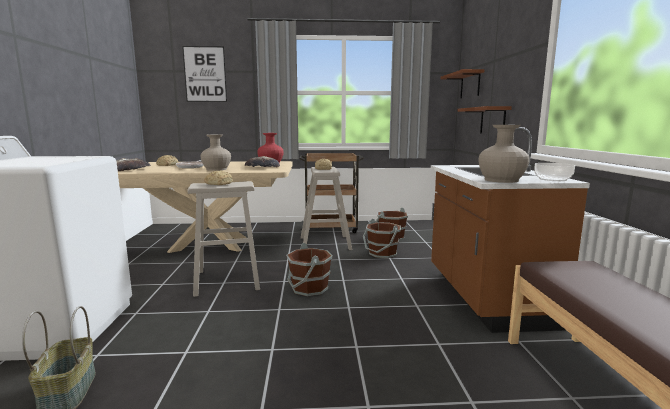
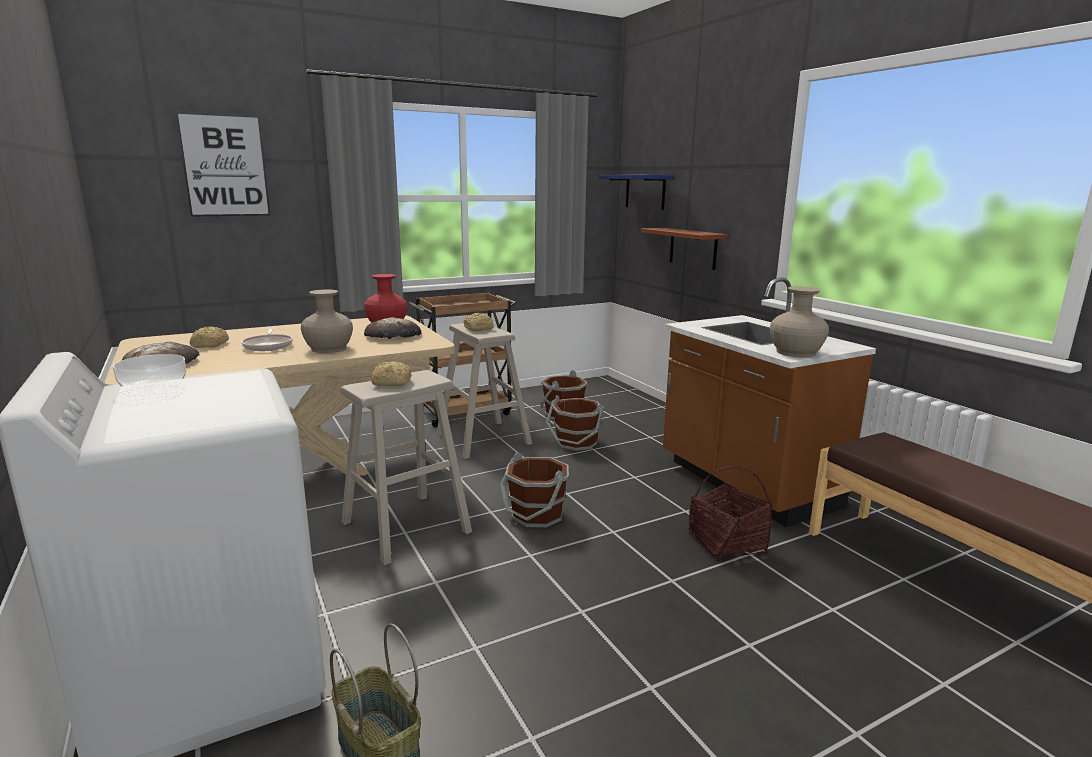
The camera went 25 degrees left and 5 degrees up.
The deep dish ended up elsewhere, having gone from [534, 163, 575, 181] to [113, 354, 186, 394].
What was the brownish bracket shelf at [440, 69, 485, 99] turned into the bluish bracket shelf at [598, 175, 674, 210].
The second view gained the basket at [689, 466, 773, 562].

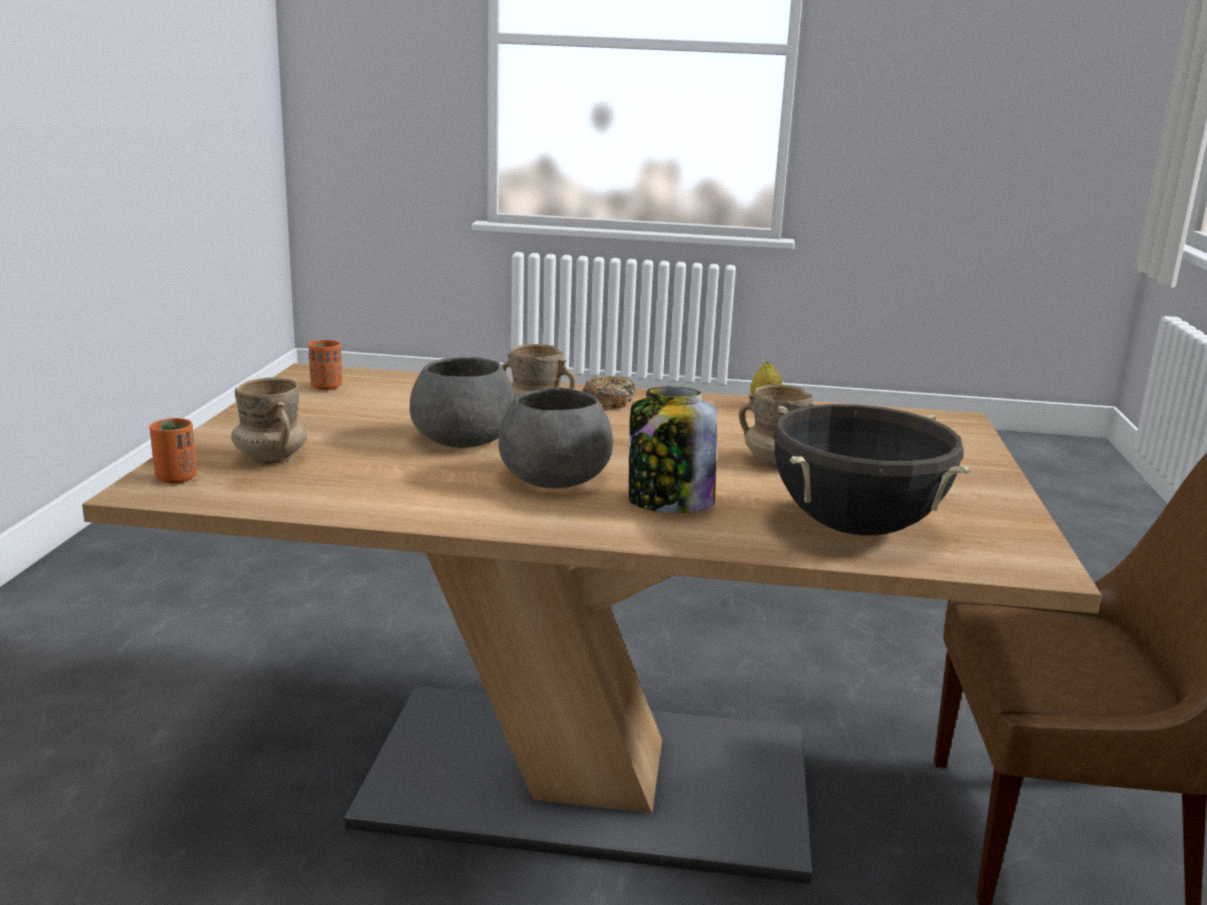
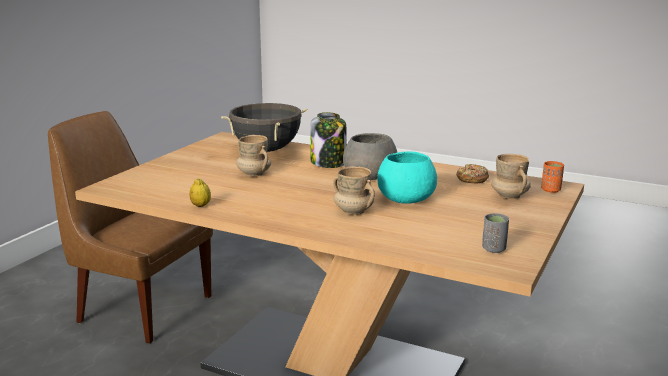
The camera went 160 degrees left and 0 degrees up.
What was the greyish deep dish at [410, 357, 515, 448] turned into the turquoise deep dish at [377, 151, 437, 204].
The ring doughnut ended up elsewhere, having gone from [582, 376, 635, 409] to [456, 164, 489, 184].
What was the orange-coloured small cup at [308, 340, 342, 390] turned into the greyish small cup at [482, 213, 509, 253].

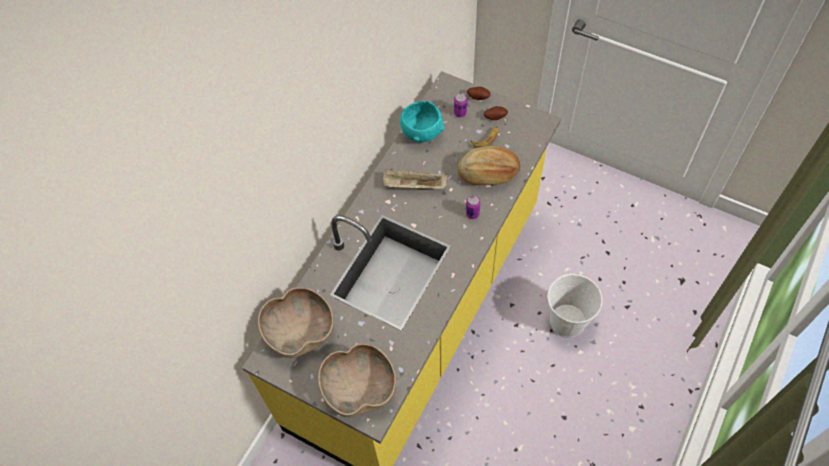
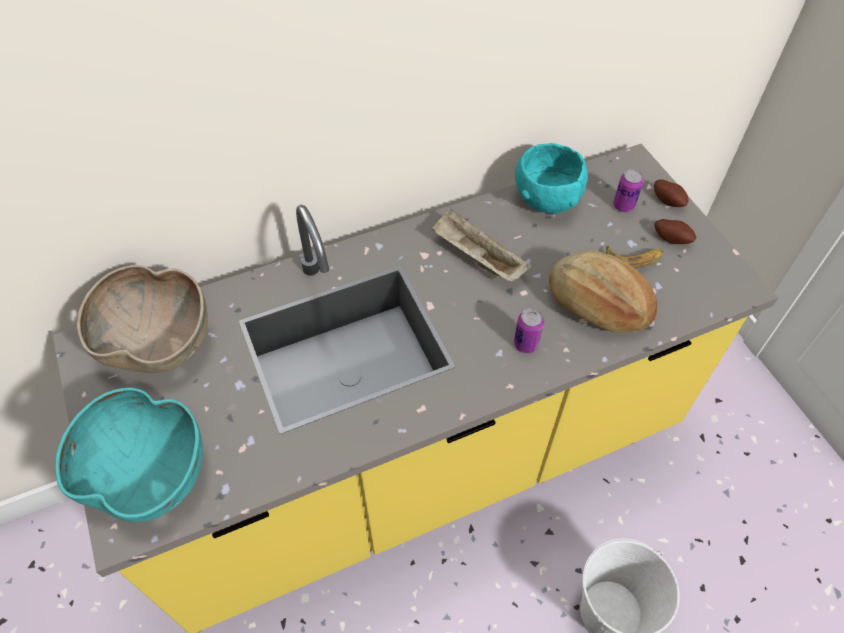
The camera went 35 degrees right and 5 degrees down.
What was the brownish deep dish at [318, 343, 396, 418] turned into the turquoise deep dish at [55, 388, 203, 522].

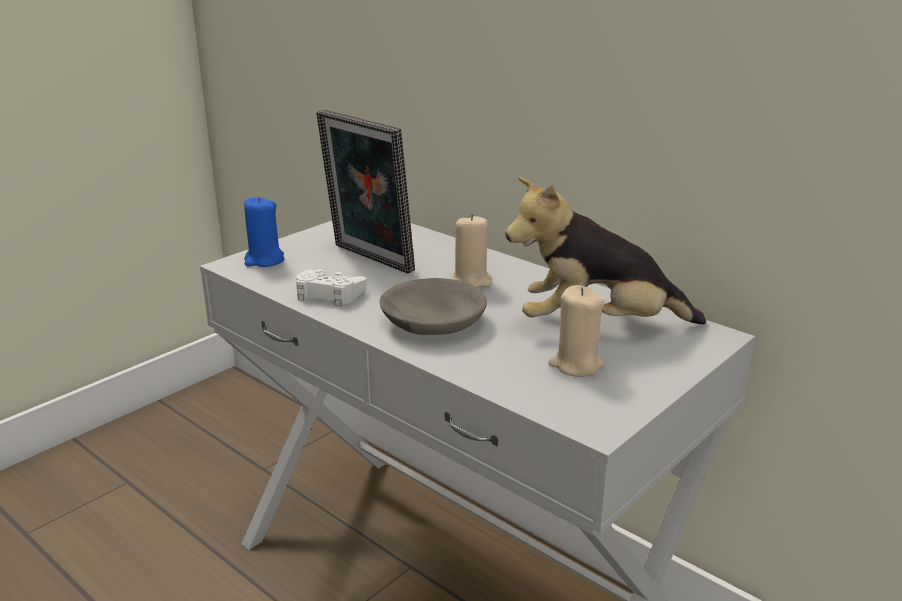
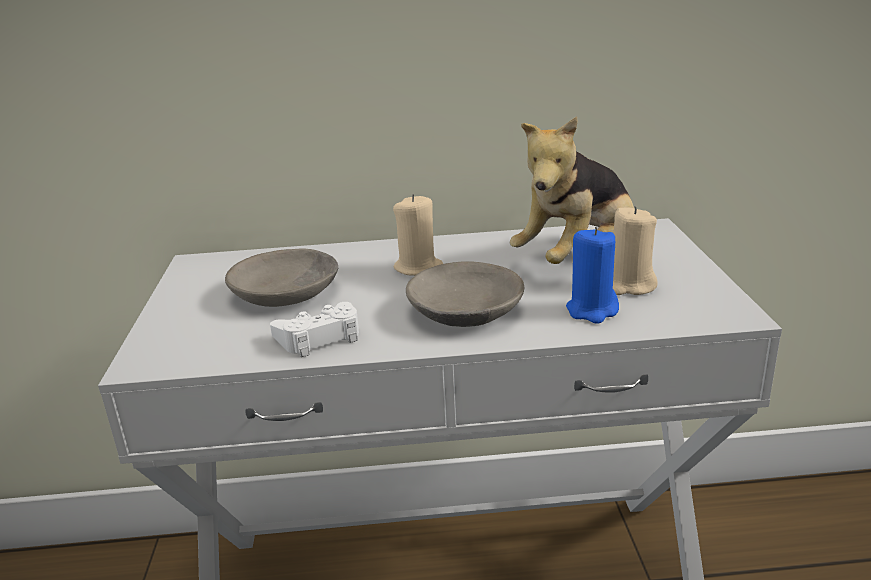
The camera went 45 degrees left and 0 degrees up.
Where the standing frame stood at [316, 110, 415, 273], the greyish deep dish came to stand at [225, 248, 338, 307].
The bluish wax light ended up elsewhere, having gone from [244, 196, 284, 267] to [566, 227, 619, 324].

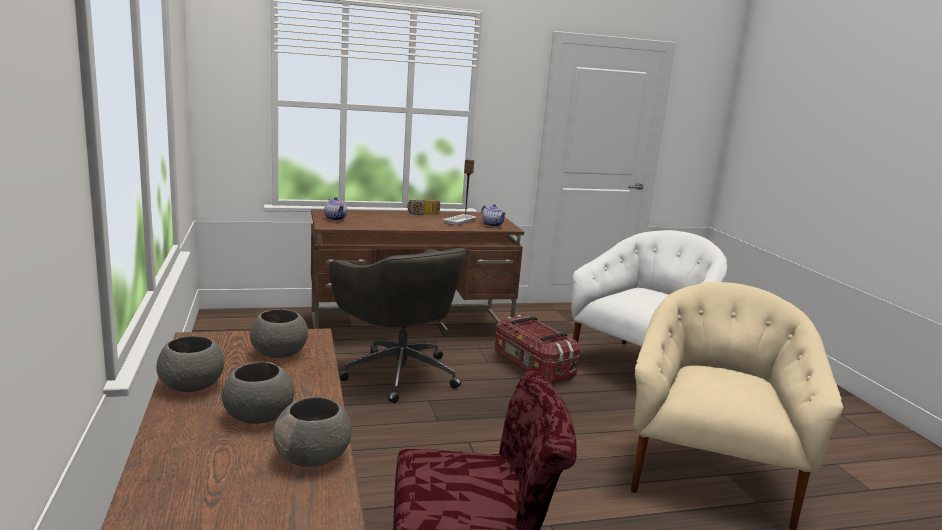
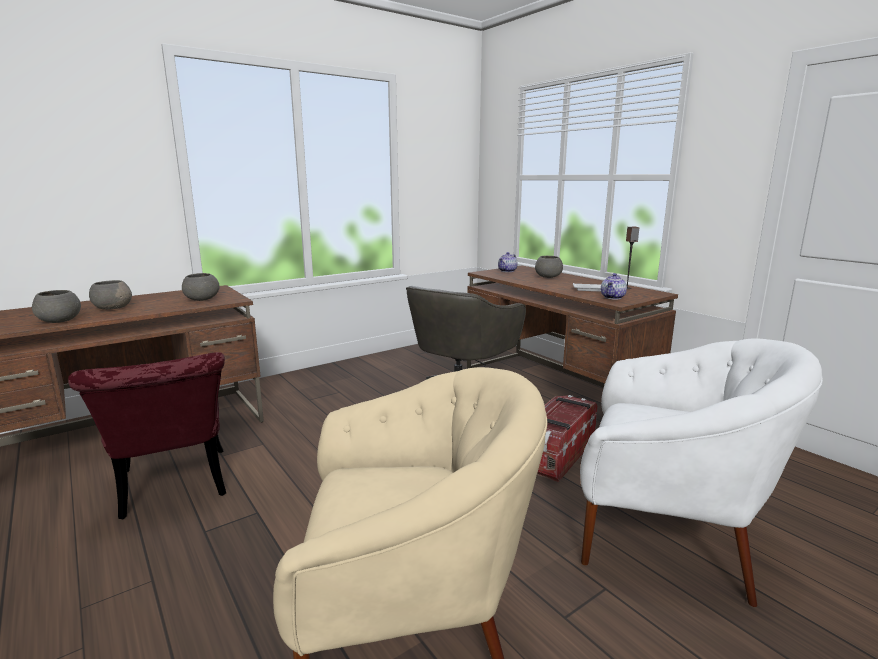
The camera went 70 degrees right and 0 degrees up.
The greyish deep dish ended up elsewhere, having gone from [156, 336, 224, 392] to [535, 256, 563, 278].
The second view lost the radio set at [407, 199, 440, 215].

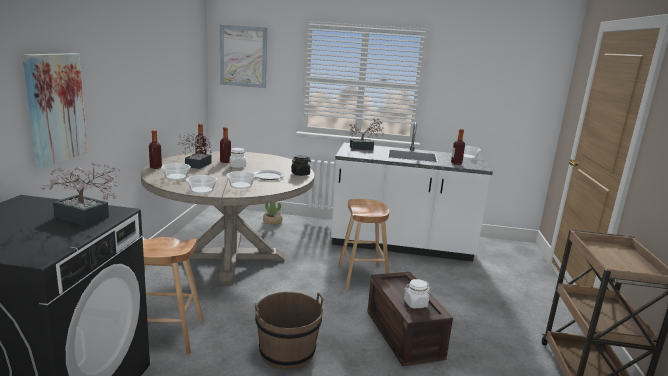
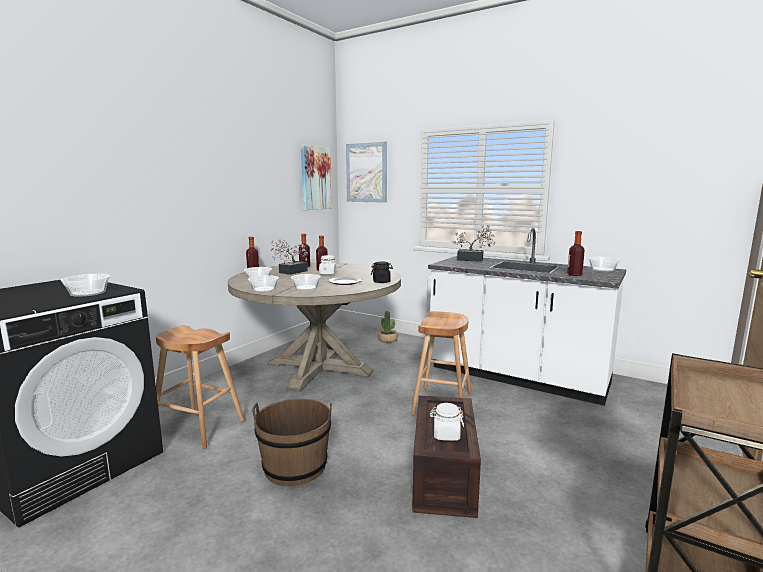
The camera went 25 degrees right and 5 degrees down.
Where the houseplant stood at [41, 162, 121, 226], the deep dish came to stand at [61, 273, 110, 297].
The wall picture ended up elsewhere, having gone from [22, 53, 88, 168] to [301, 144, 332, 210].

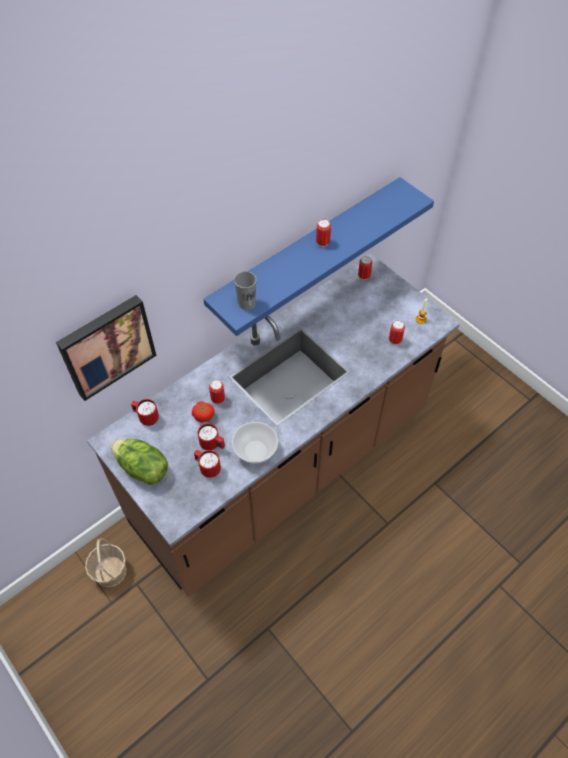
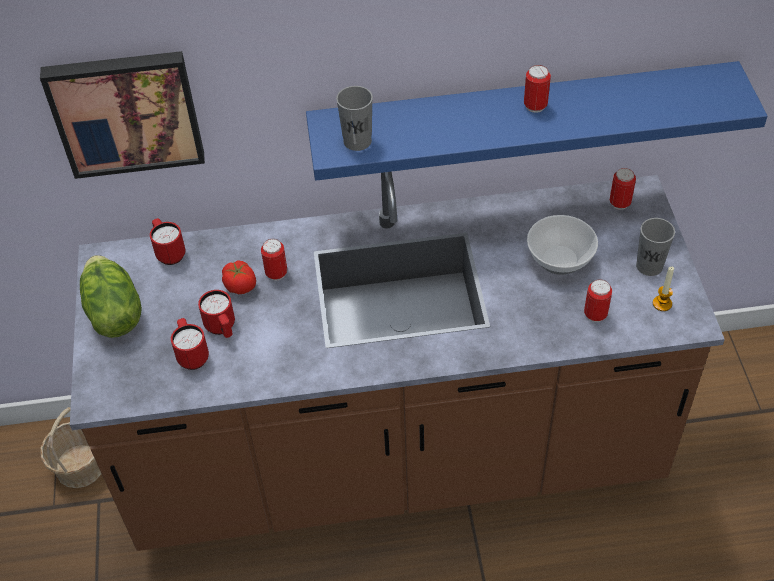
The camera went 35 degrees right and 5 degrees down.
The deep dish ended up elsewhere, having gone from [232, 422, 278, 464] to [527, 215, 598, 275].
The second view gained the greyish small cup at [636, 218, 675, 276].

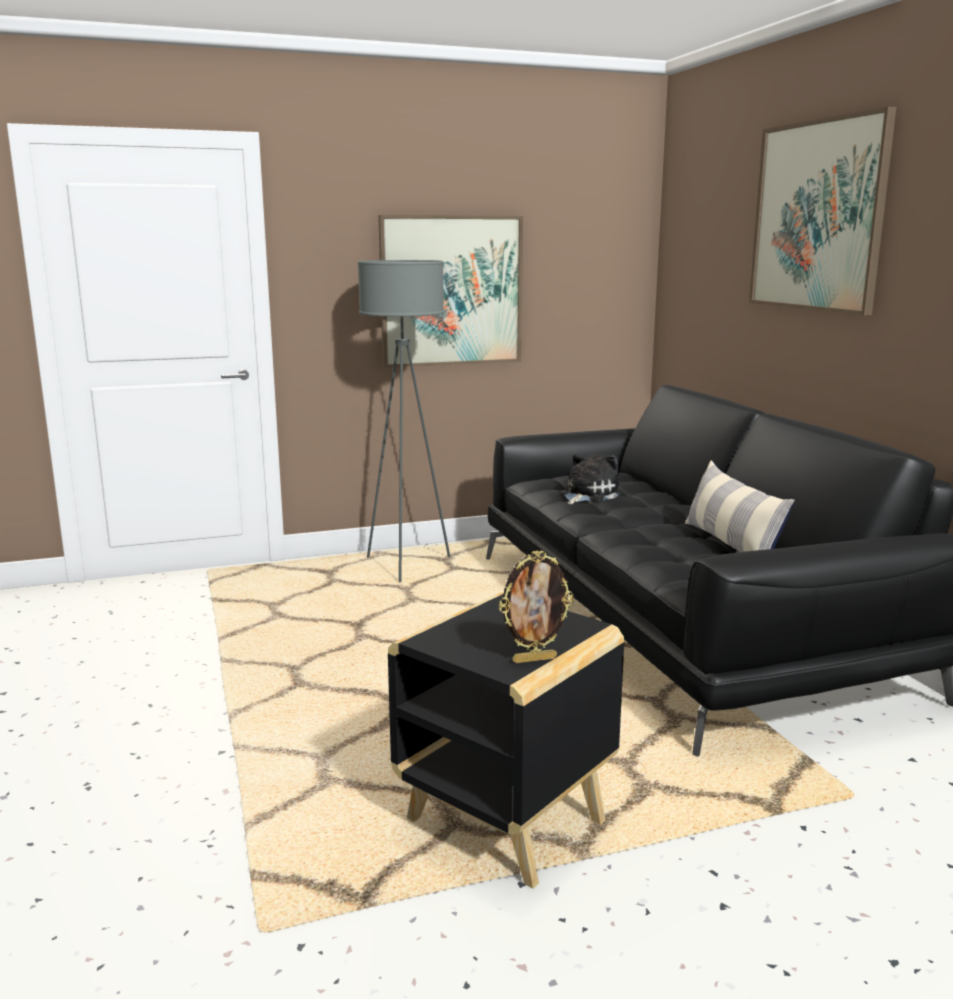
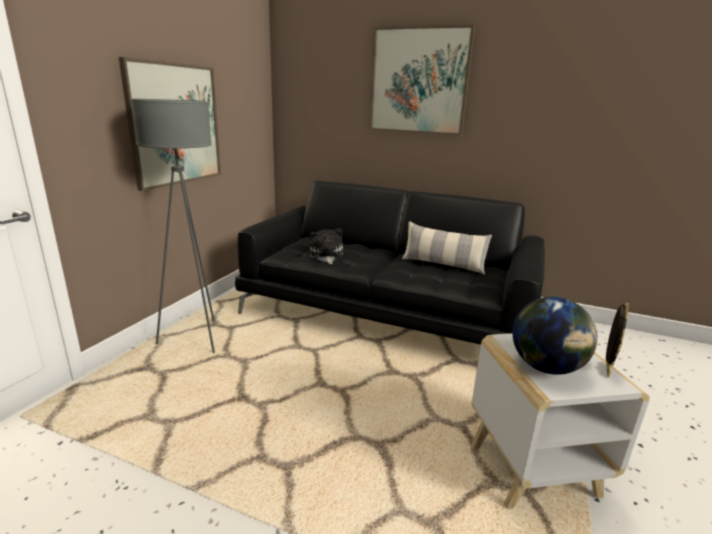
The camera went 50 degrees left and 5 degrees up.
What was the black end table at [388, 592, 624, 889] turned into the whitish end table at [471, 333, 650, 509].
The second view gained the desk globe at [512, 297, 597, 375].

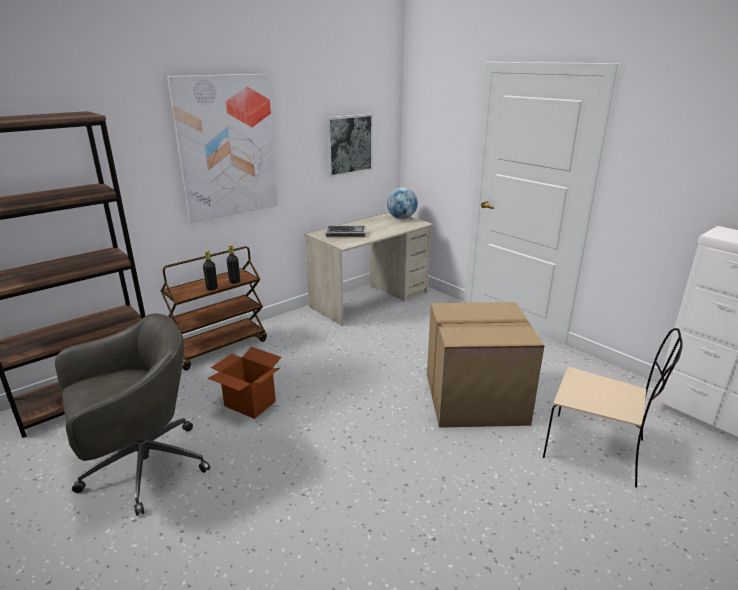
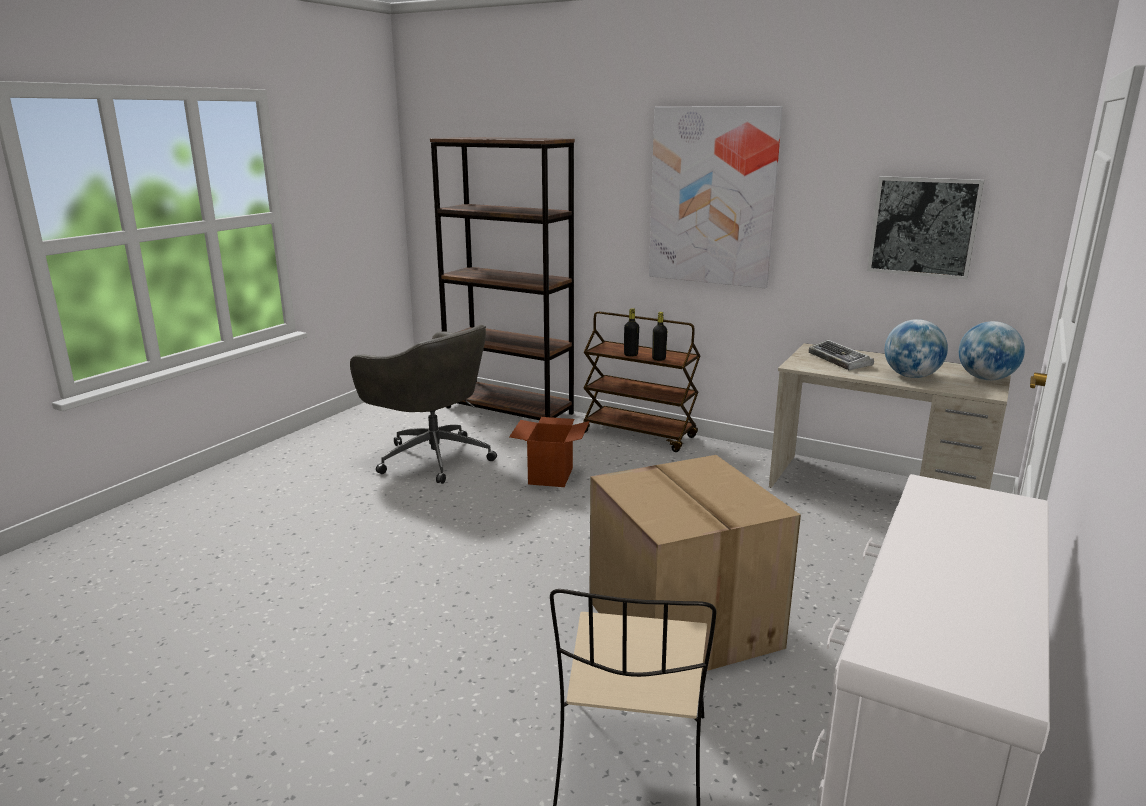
The camera went 70 degrees right and 5 degrees down.
The second view gained the desk globe at [885, 319, 948, 378].

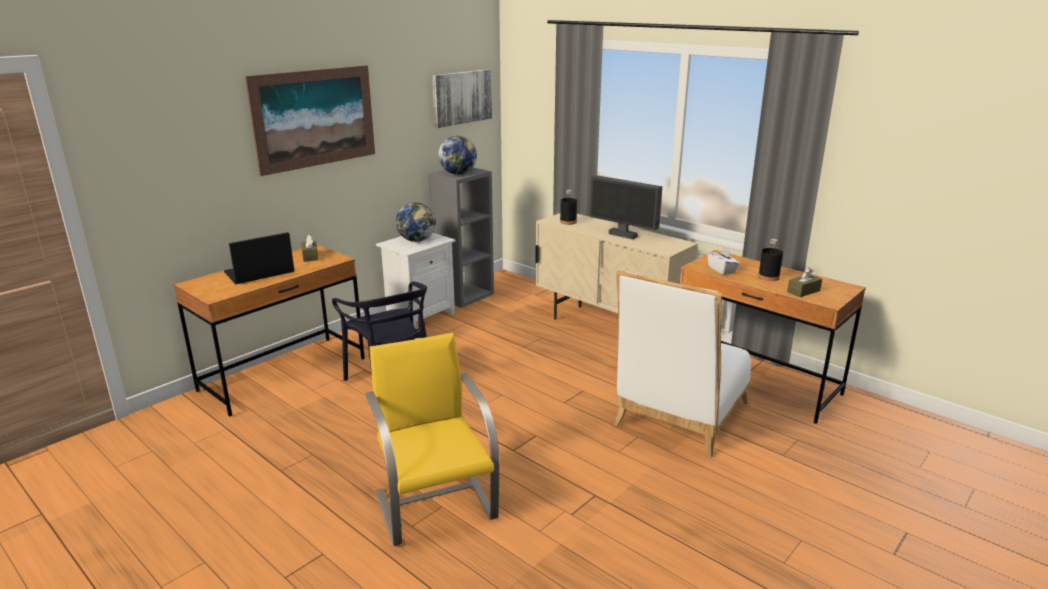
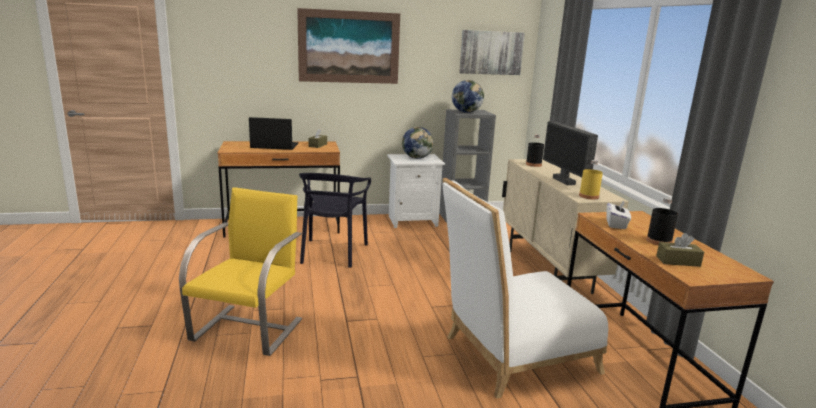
The camera went 35 degrees right and 5 degrees down.
The second view gained the yellowish beverage bottle at [579, 160, 603, 200].

